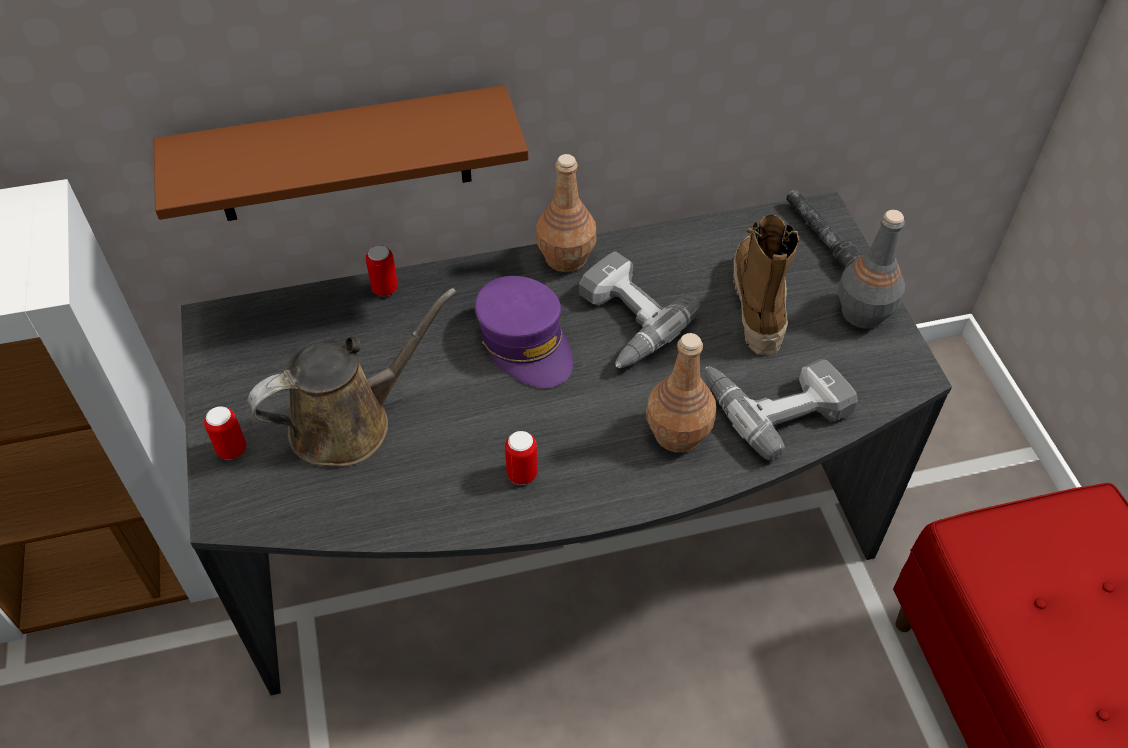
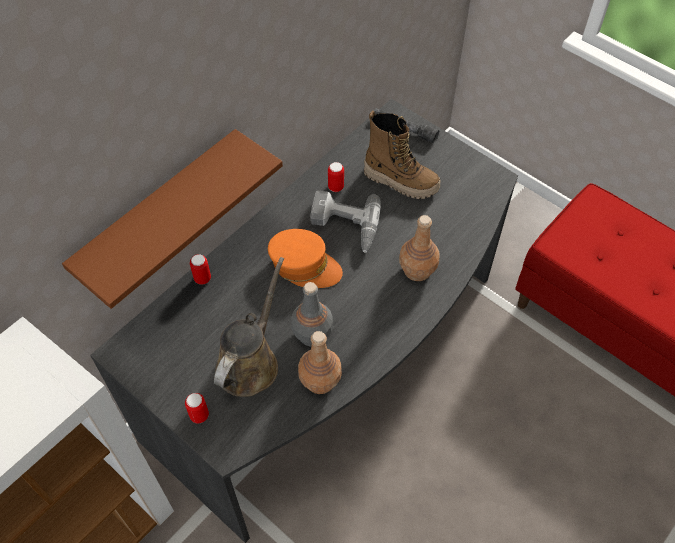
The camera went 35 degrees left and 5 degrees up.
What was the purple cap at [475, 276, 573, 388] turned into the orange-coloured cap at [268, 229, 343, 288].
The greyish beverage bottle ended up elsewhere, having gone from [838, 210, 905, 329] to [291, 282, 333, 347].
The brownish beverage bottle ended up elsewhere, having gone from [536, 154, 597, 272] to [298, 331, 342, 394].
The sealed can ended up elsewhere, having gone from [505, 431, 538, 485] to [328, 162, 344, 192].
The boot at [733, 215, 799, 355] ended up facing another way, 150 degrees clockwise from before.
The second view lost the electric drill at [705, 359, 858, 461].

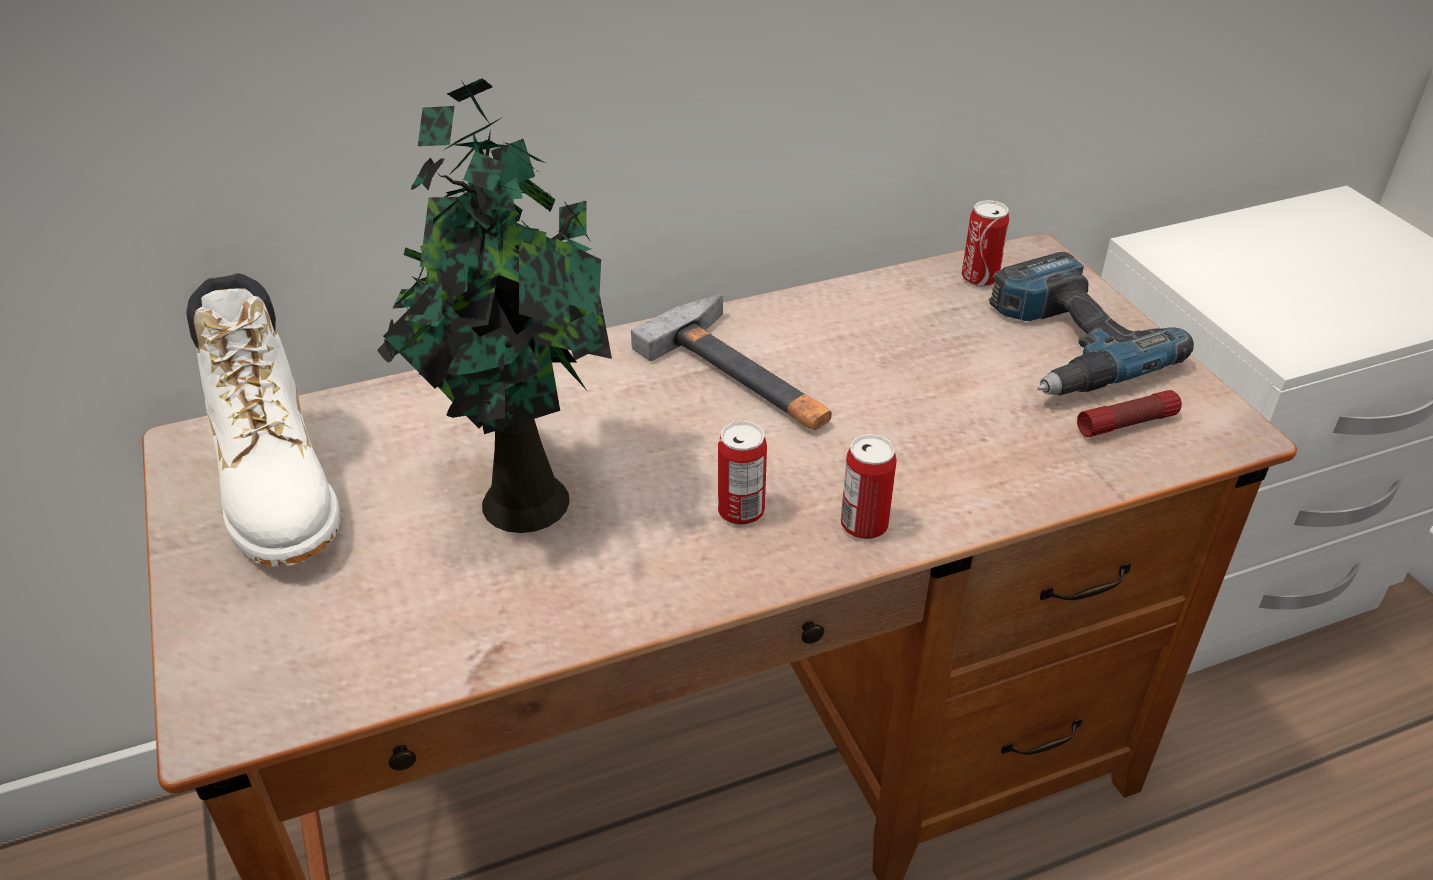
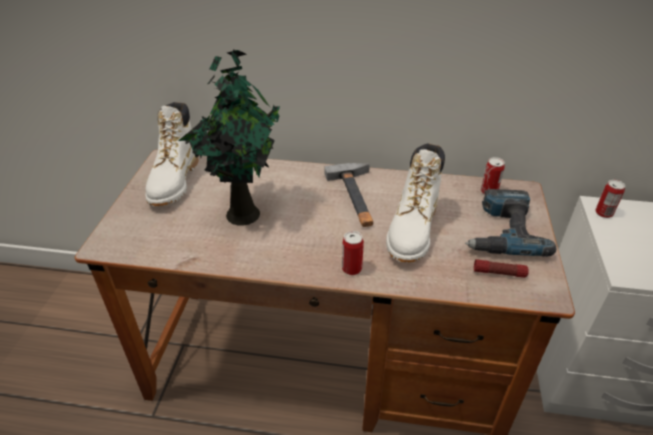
The camera went 30 degrees right and 0 degrees up.
The second view gained the whitish boot at [386, 143, 445, 263].
The sealed can ended up elsewhere, having gone from [718, 421, 767, 525] to [595, 180, 625, 218].

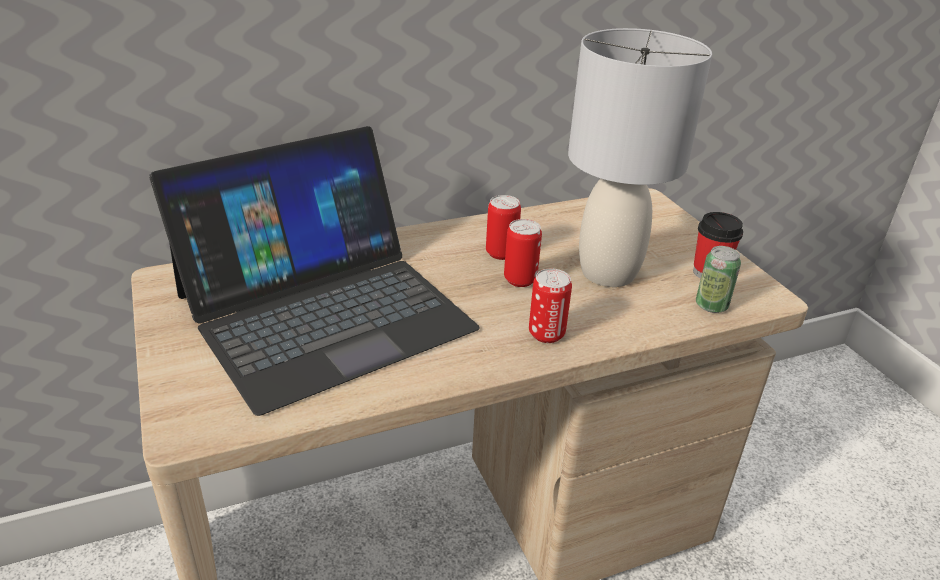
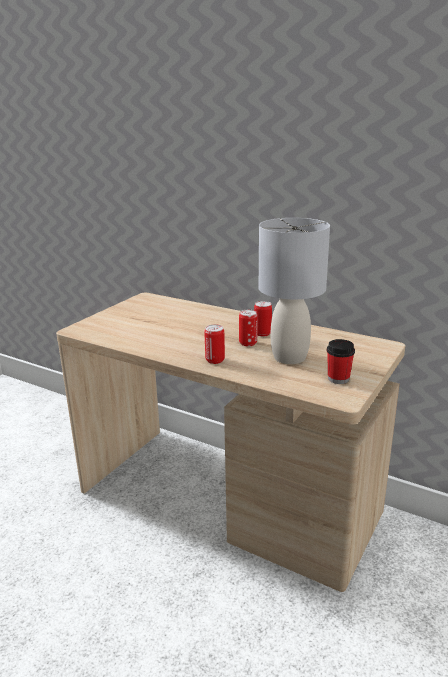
The camera went 55 degrees right and 10 degrees down.
The second view lost the notebook computer at [149, 126, 480, 416].
The second view lost the sealed can at [696, 246, 741, 313].

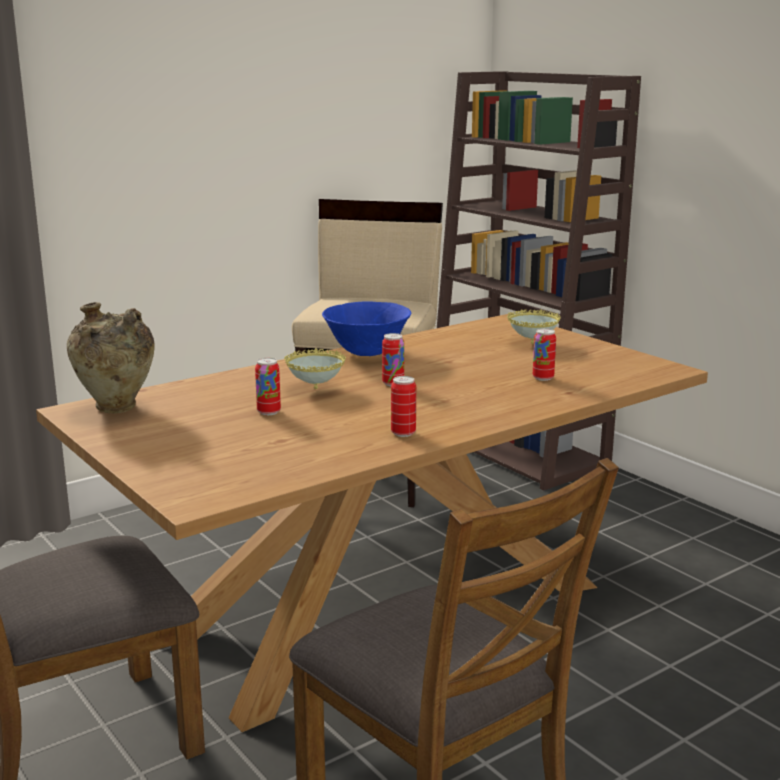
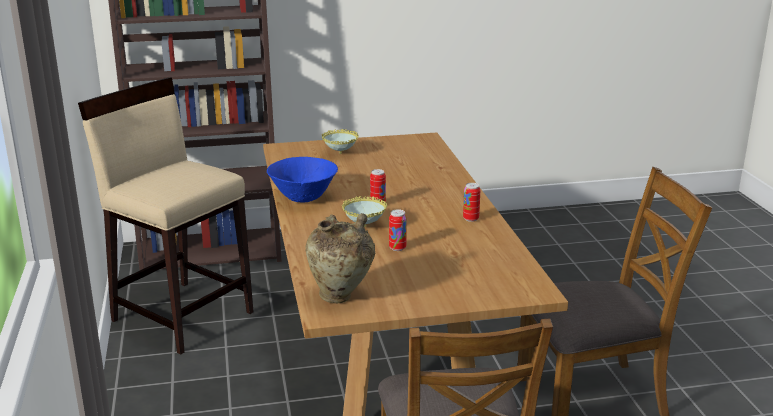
The camera went 65 degrees left and 5 degrees up.
The second view lost the sealed can at [533, 328, 556, 381].

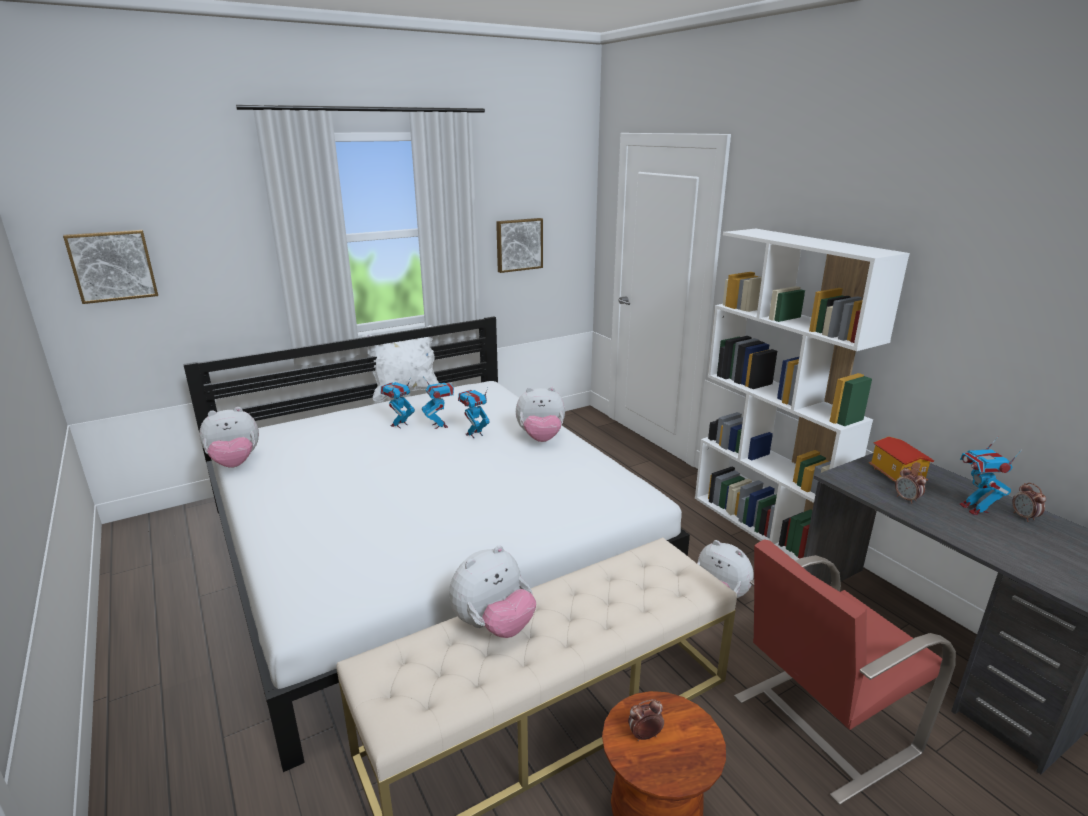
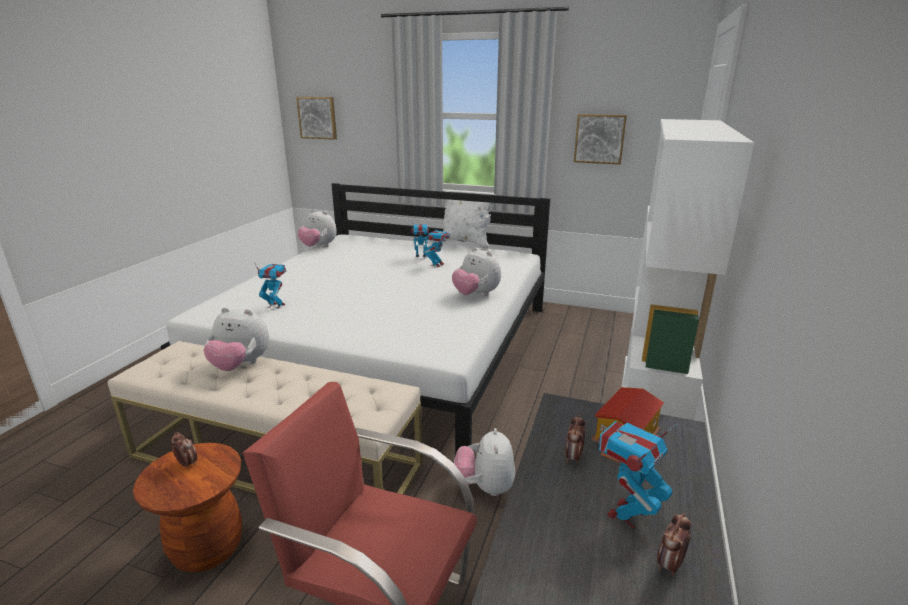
The camera went 50 degrees right and 0 degrees up.
The robot figure ended up elsewhere, having gone from [458, 388, 490, 439] to [254, 262, 286, 309].

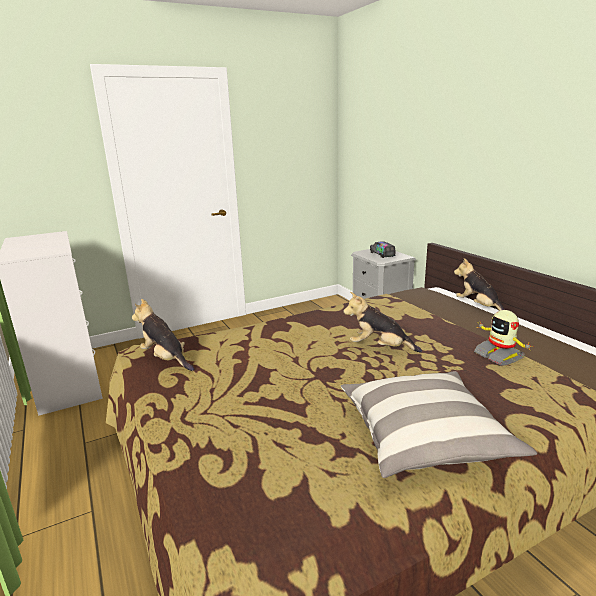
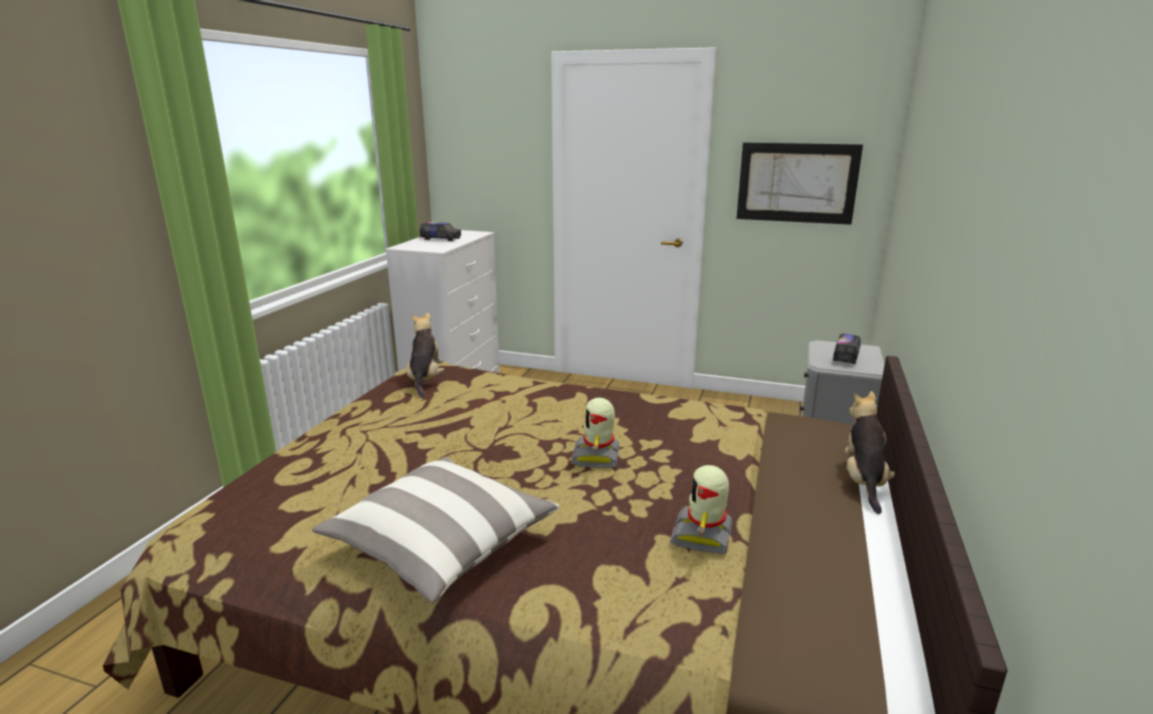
The camera went 45 degrees right and 0 degrees up.
The second view gained the toy lorry at [420, 222, 461, 241].
Where the cuddly toy stood at [343, 292, 422, 353], the robot figure came to stand at [571, 398, 619, 468].
The second view gained the wall picture at [737, 143, 863, 225].

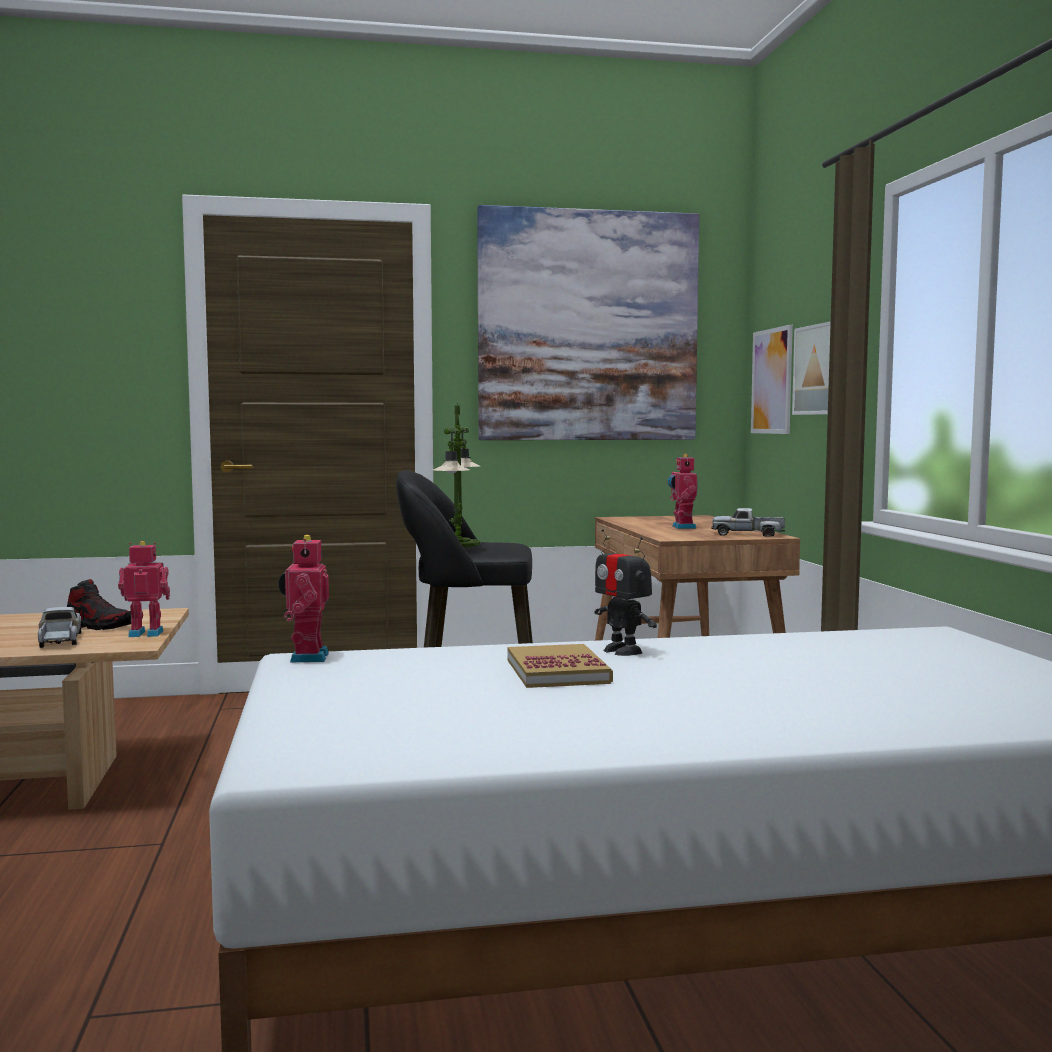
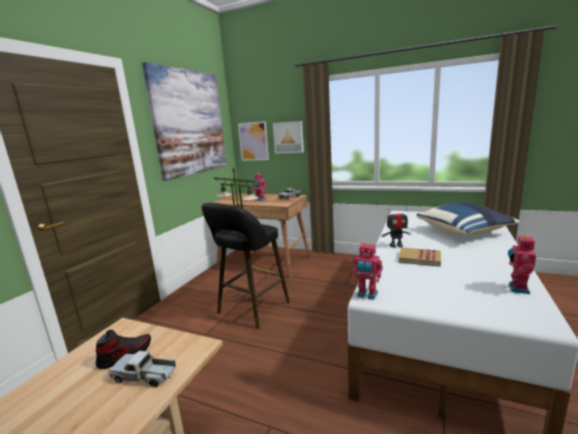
The camera went 55 degrees left and 10 degrees up.
The second view gained the bluish throw pillow at [416, 203, 520, 236].
The robot figure ended up elsewhere, having gone from [118, 541, 170, 637] to [508, 234, 536, 294].

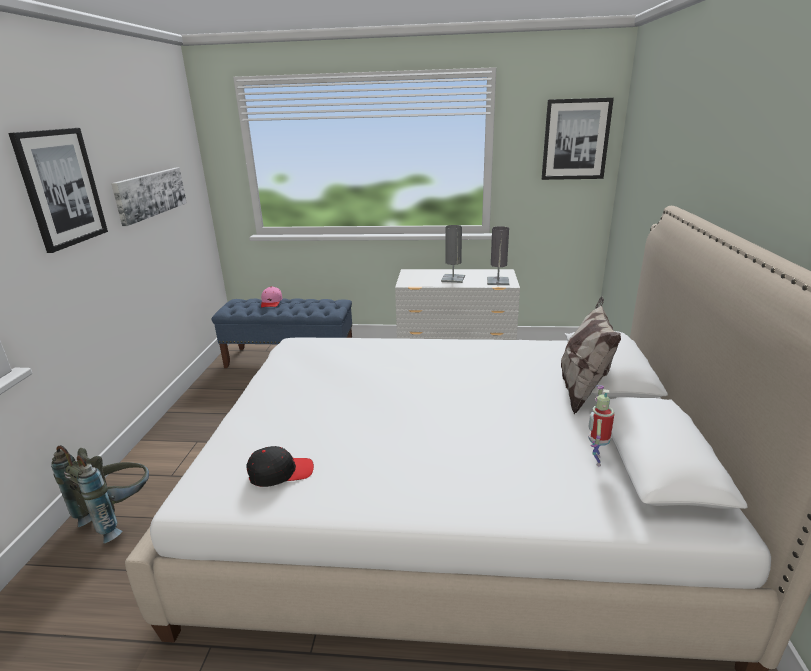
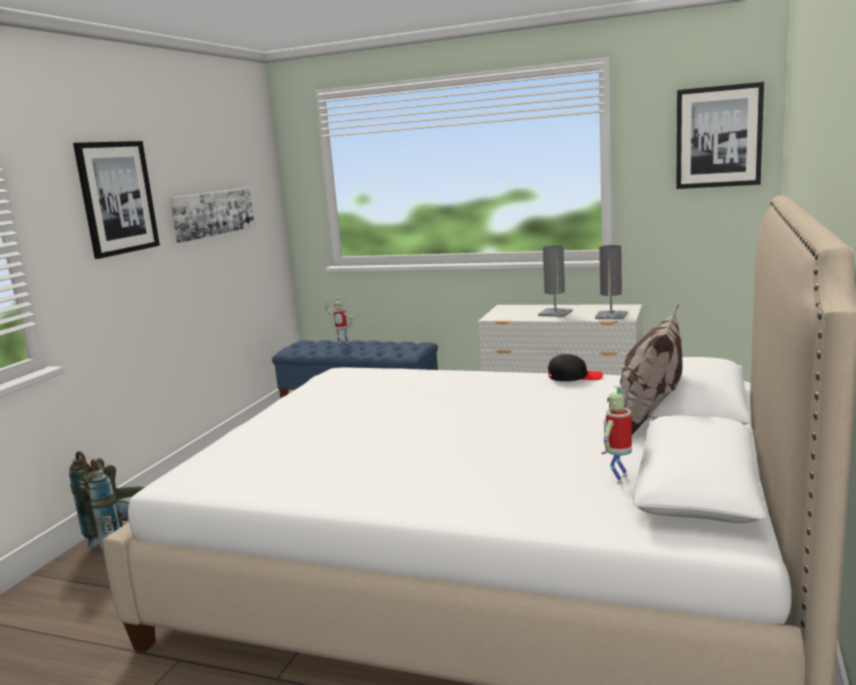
The camera went 15 degrees right and 10 degrees down.
Where the pink cap stood at [261, 287, 282, 307], the robot figure came to stand at [325, 297, 353, 343].
The black cap ended up elsewhere, having gone from [246, 446, 314, 487] to [548, 354, 603, 381].

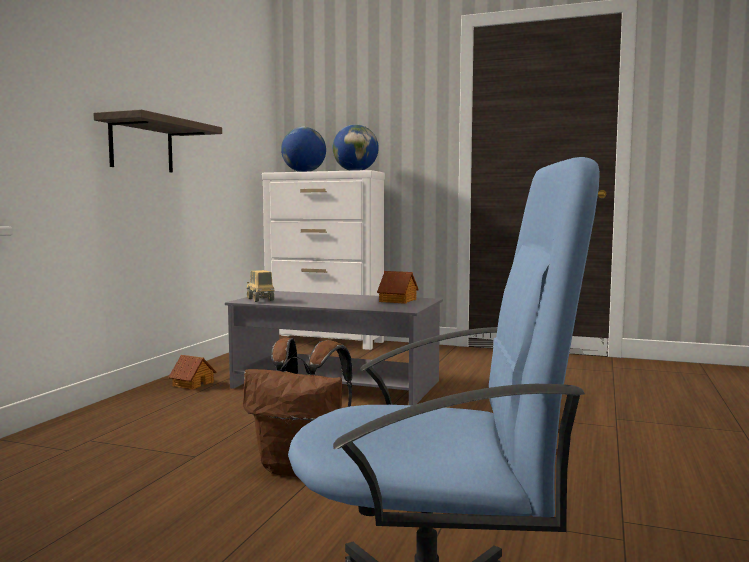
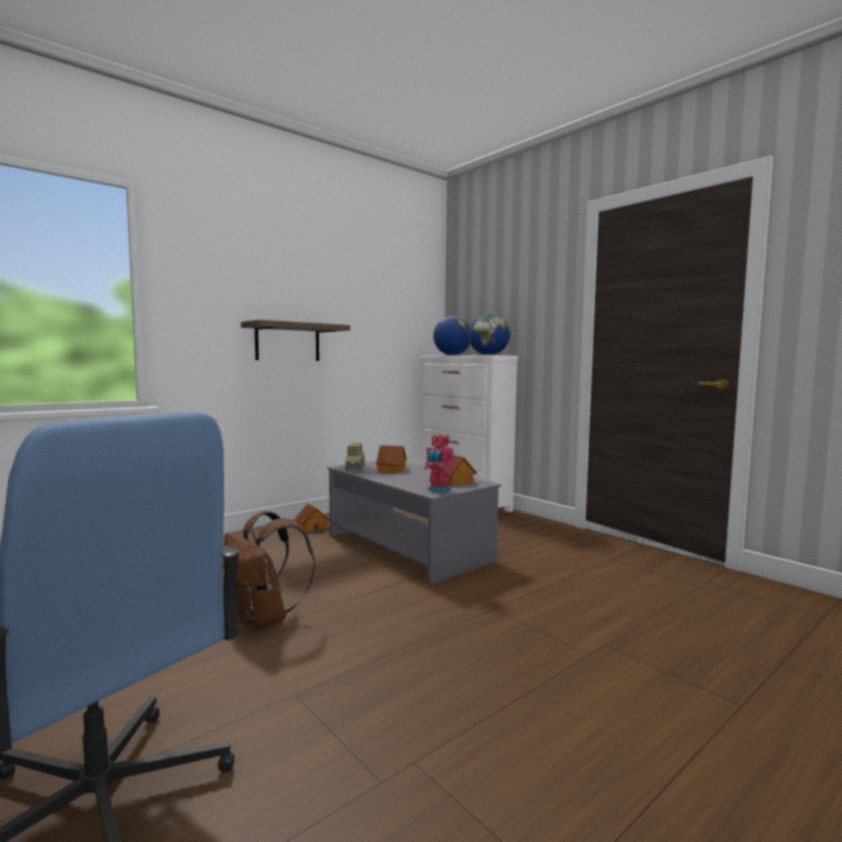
The camera went 30 degrees right and 0 degrees up.
The second view gained the toy house at [376, 445, 407, 473].
The second view gained the robot figure at [424, 433, 455, 493].

